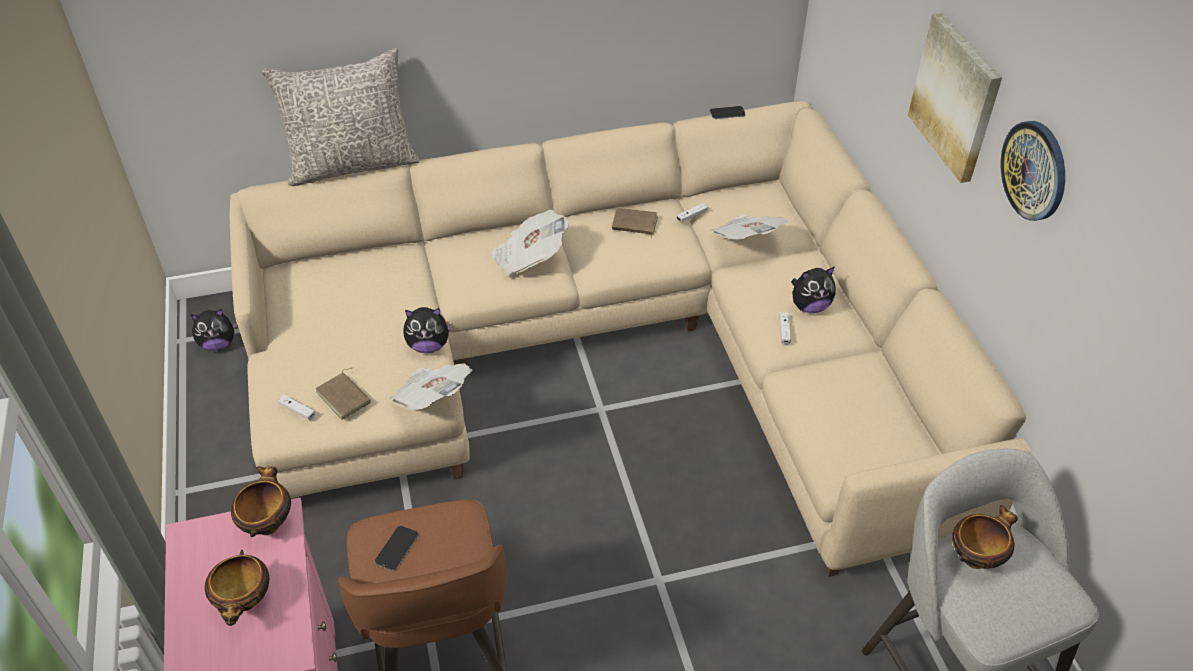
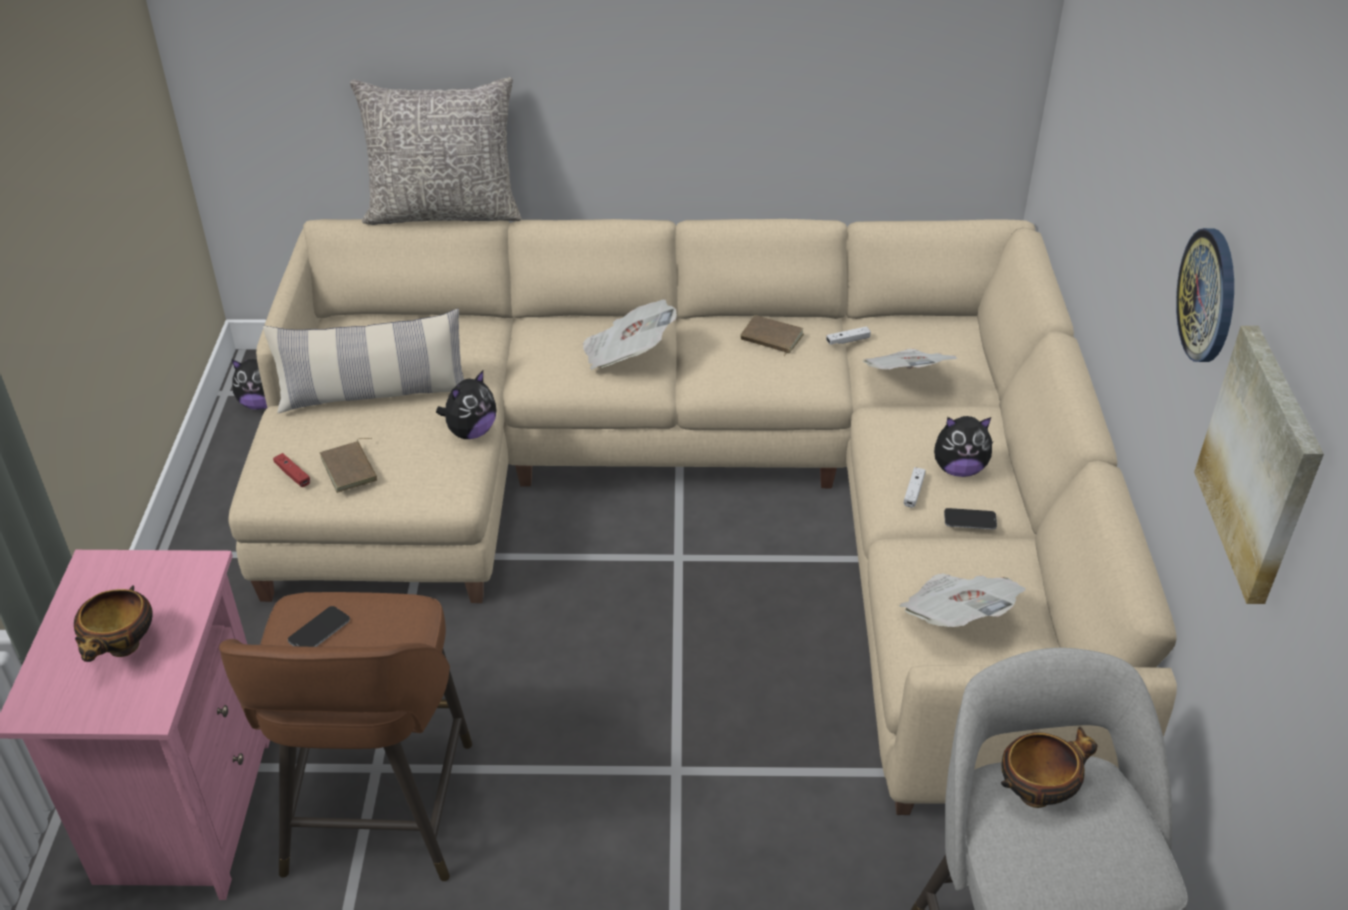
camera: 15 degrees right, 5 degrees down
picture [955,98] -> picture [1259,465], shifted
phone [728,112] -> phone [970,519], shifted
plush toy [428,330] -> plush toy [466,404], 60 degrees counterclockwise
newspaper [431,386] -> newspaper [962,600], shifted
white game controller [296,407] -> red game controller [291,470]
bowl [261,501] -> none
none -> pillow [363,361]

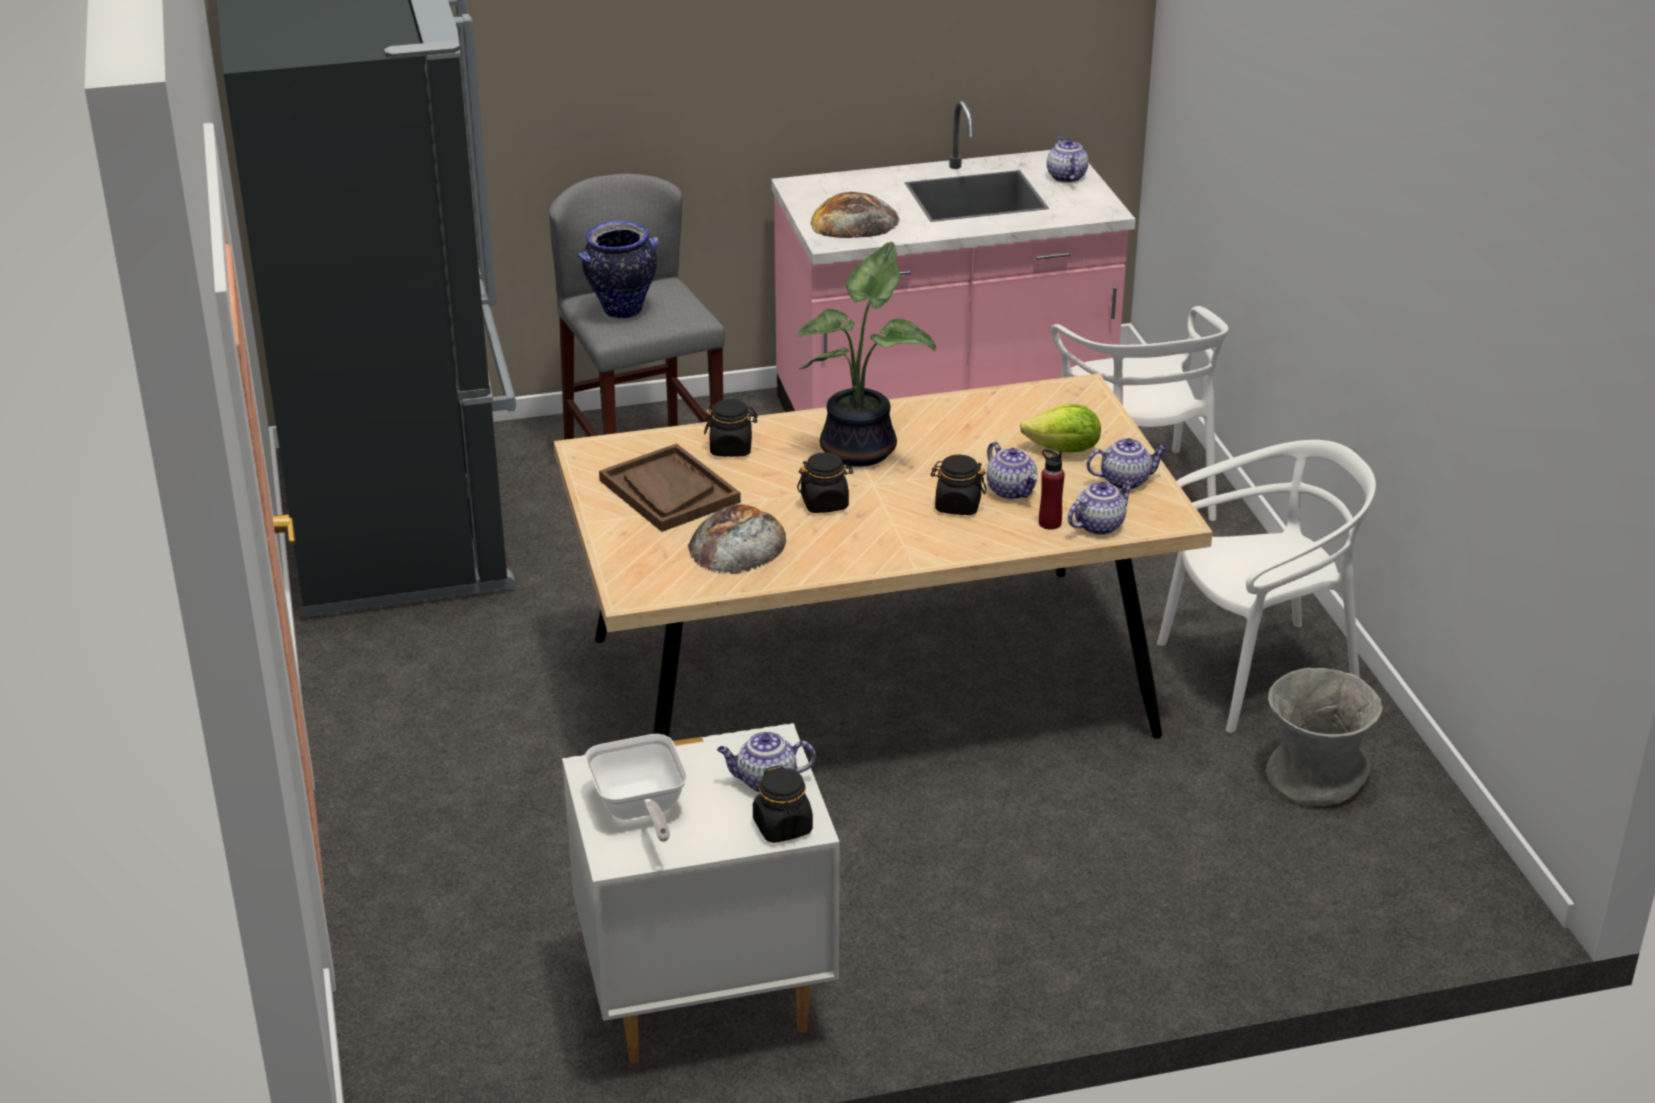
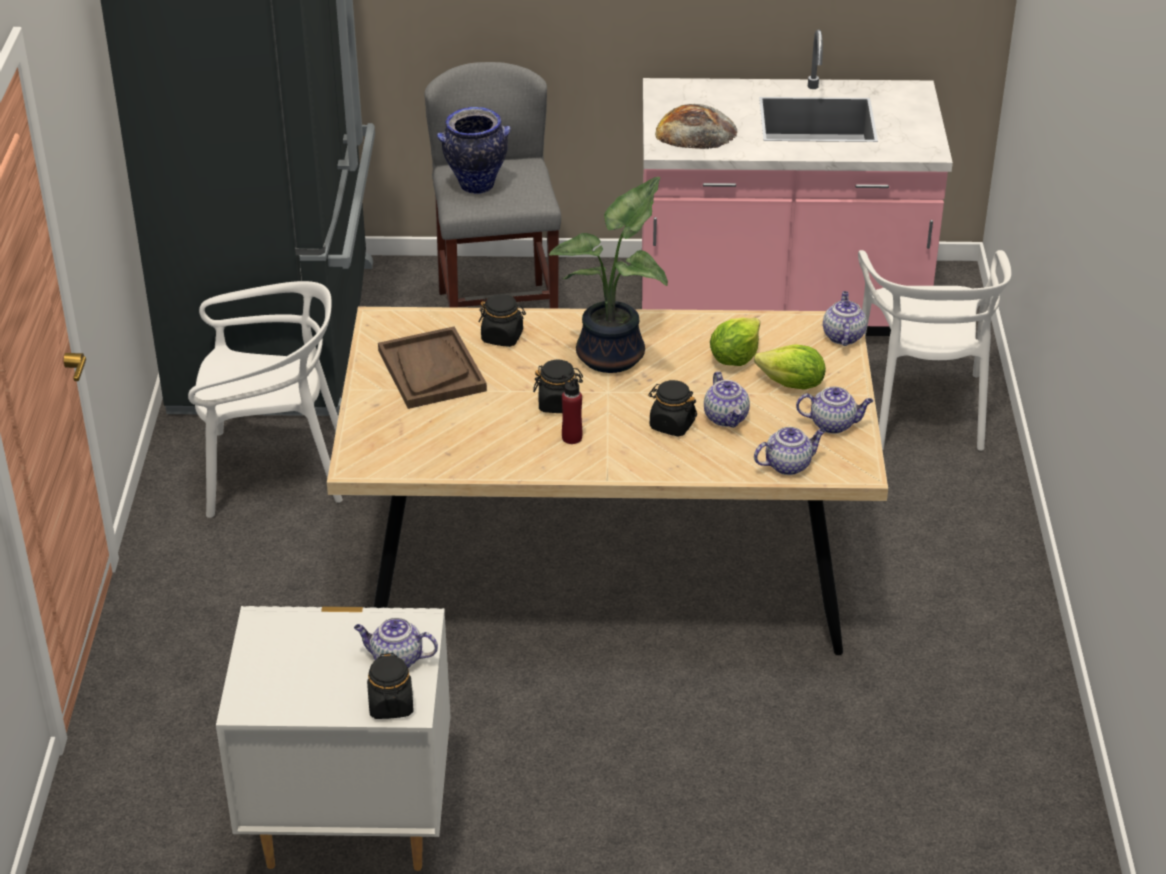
camera: 15 degrees right, 5 degrees up
teapot [1068,159] -> teapot [845,318], shifted
white chair [1266,586] -> white chair [265,399], shifted
red bottle [1052,489] -> red bottle [572,409], shifted
bread [737,539] -> none
grey vase [1324,737] -> none
frying pan [636,788] -> none
none -> lettuce [735,342]

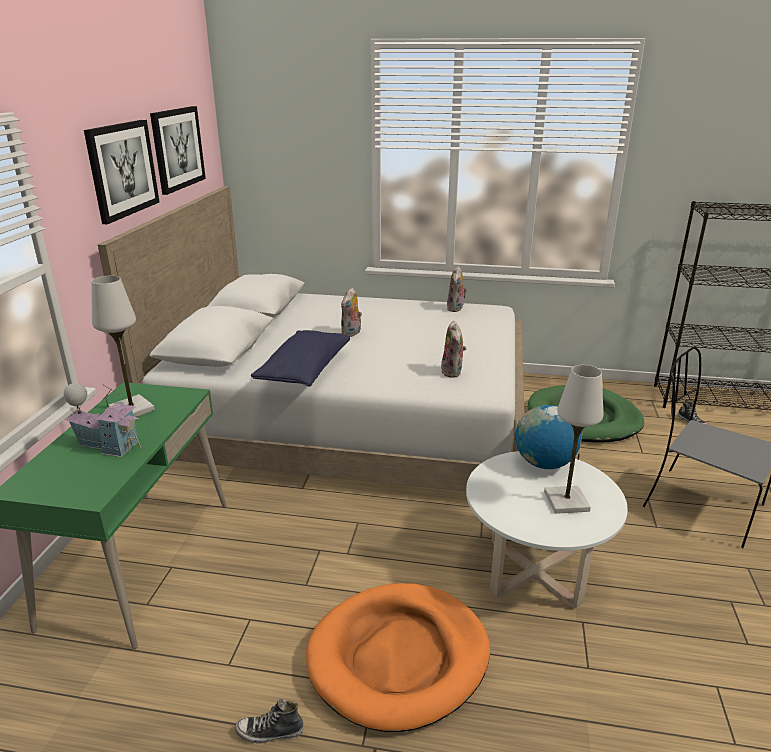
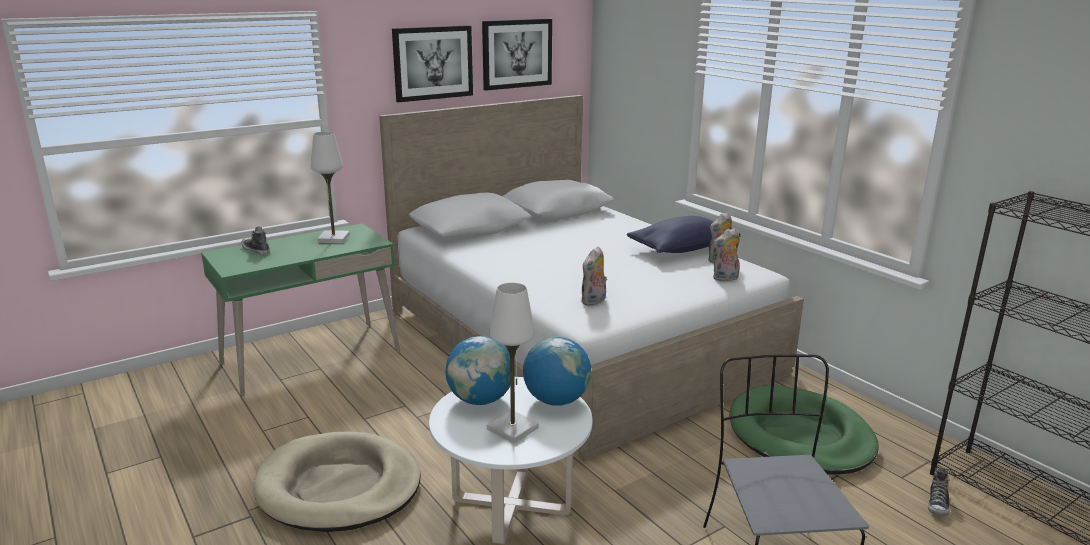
camera: 45 degrees right, 5 degrees down
plush toy [351,312] -> plush toy [726,255], shifted
blue pillow [300,358] -> blue pillow [683,234], shifted
toy house [102,420] -> none
orange dog bed [398,657] -> beige dog bed [337,481]
shoe [269,721] -> shoe [256,241], shifted
none -> globe [478,370]

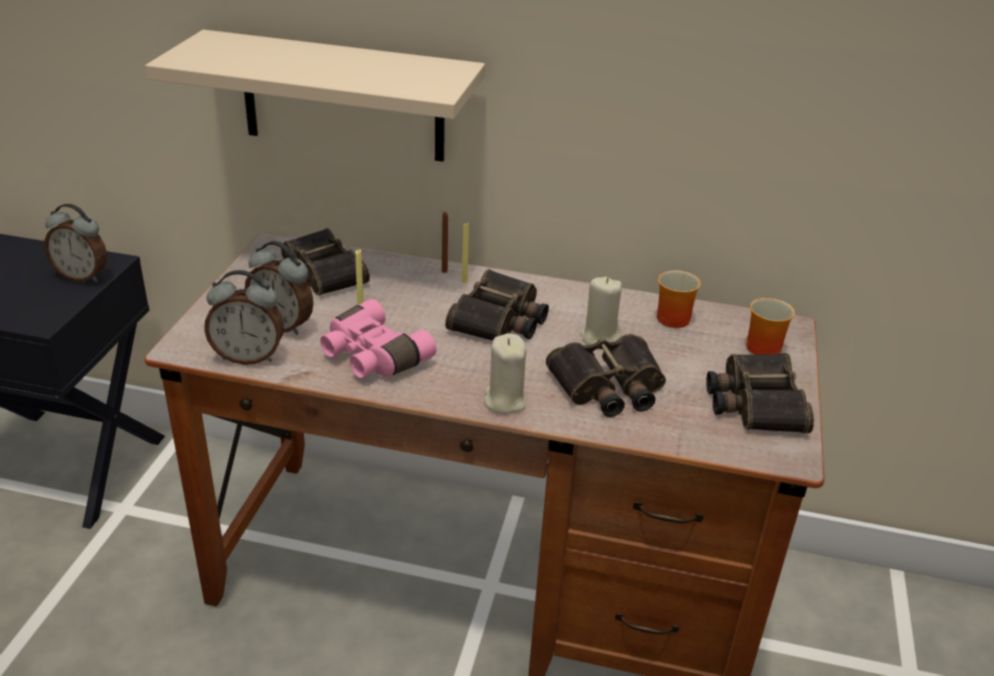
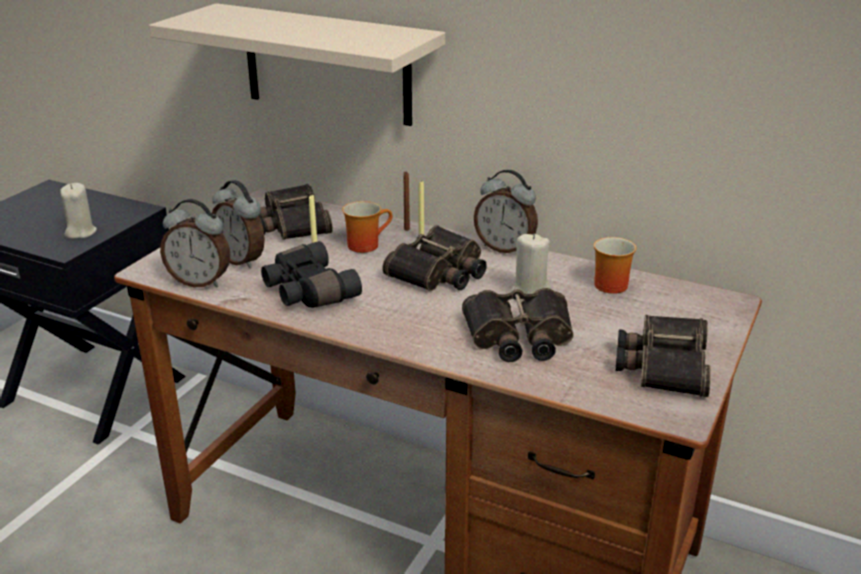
camera: 15 degrees right, 5 degrees down
alarm clock [75,243] -> alarm clock [506,211], shifted
mug [770,326] -> mug [367,227], shifted
pink binoculars [378,338] -> black binoculars [311,274]
beige candle [505,374] -> beige candle [78,211], shifted

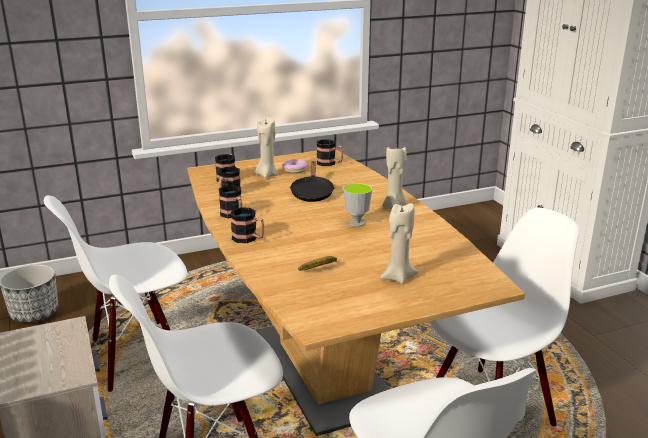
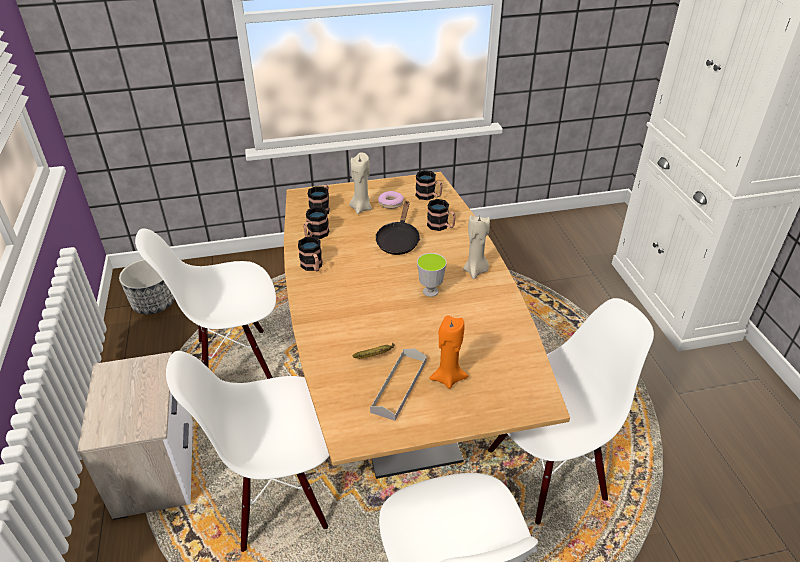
camera: 10 degrees right, 15 degrees up
beige candle [399,243] -> orange candle [448,352]
mug [247,225] -> mug [441,215], shifted
none -> grey tray [398,384]

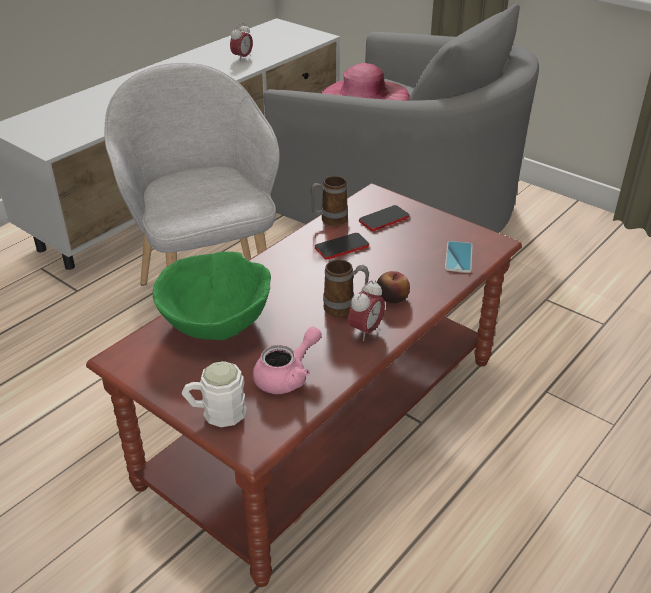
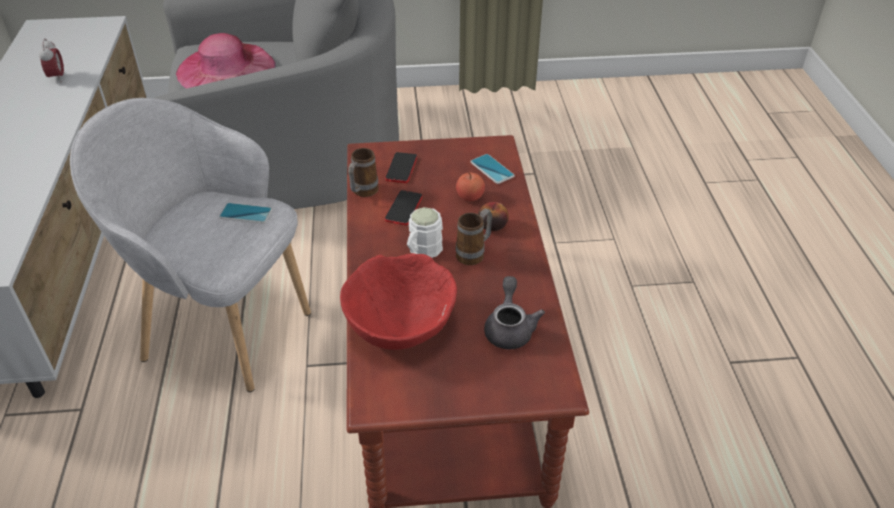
camera: 45 degrees left, 5 degrees up
green bowl [212,295] -> red bowl [398,301]
alarm clock [366,310] -> none
pink teapot [287,360] -> grey teapot [514,312]
white mug [214,394] -> white mug [425,232], shifted
none -> apple [470,187]
none -> phone [246,213]

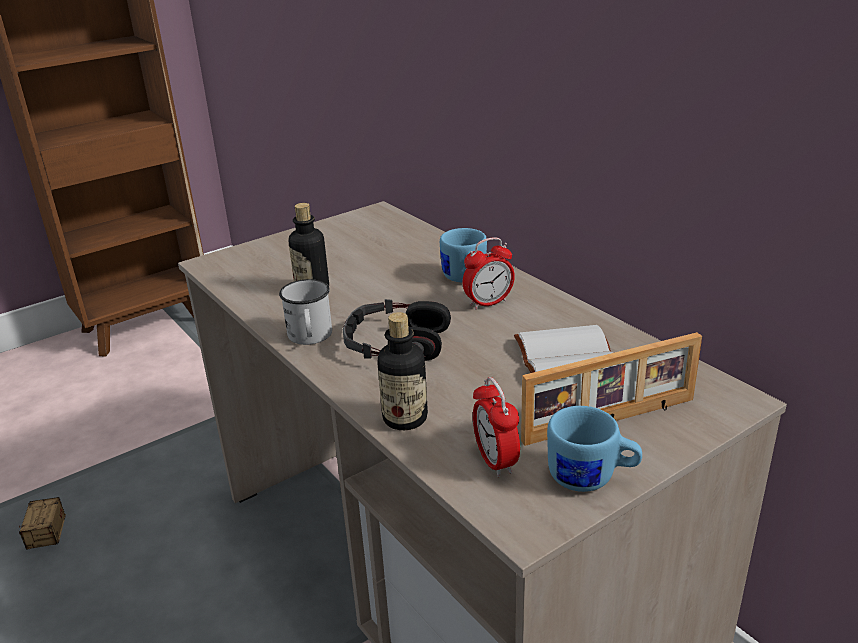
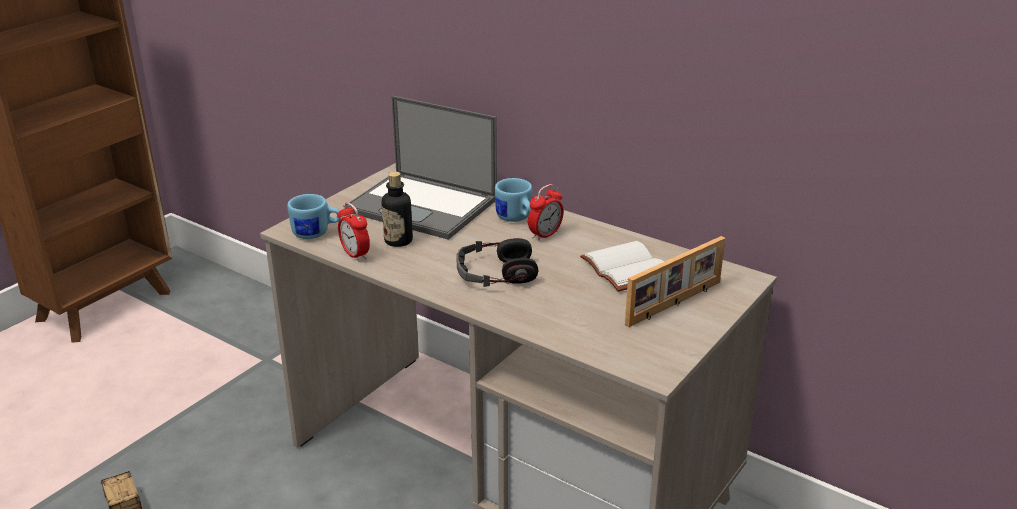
camera: 20 degrees left, 0 degrees up
white mug [305,312] -> none
bottle [403,371] -> none
alarm clock [496,427] -> alarm clock [353,232], shifted
blue mug [594,449] -> blue mug [314,216], shifted
none -> laptop [422,168]

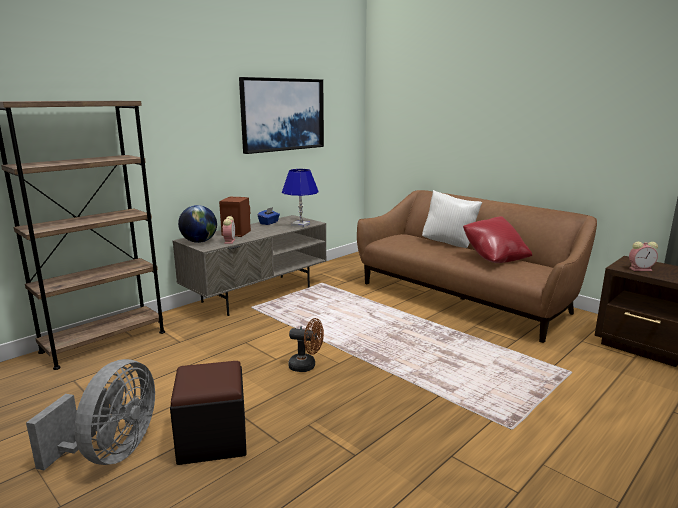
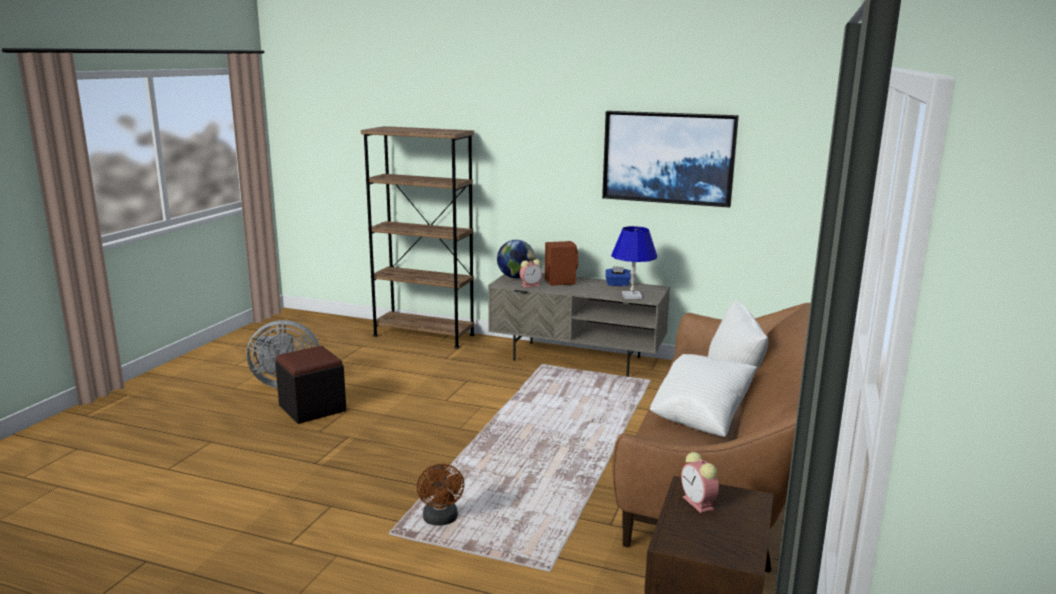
camera: 65 degrees right, 0 degrees up
red pillow [497,239] -> white pillow [703,395]
brown fan [306,345] -> brown fan [440,495], shifted

